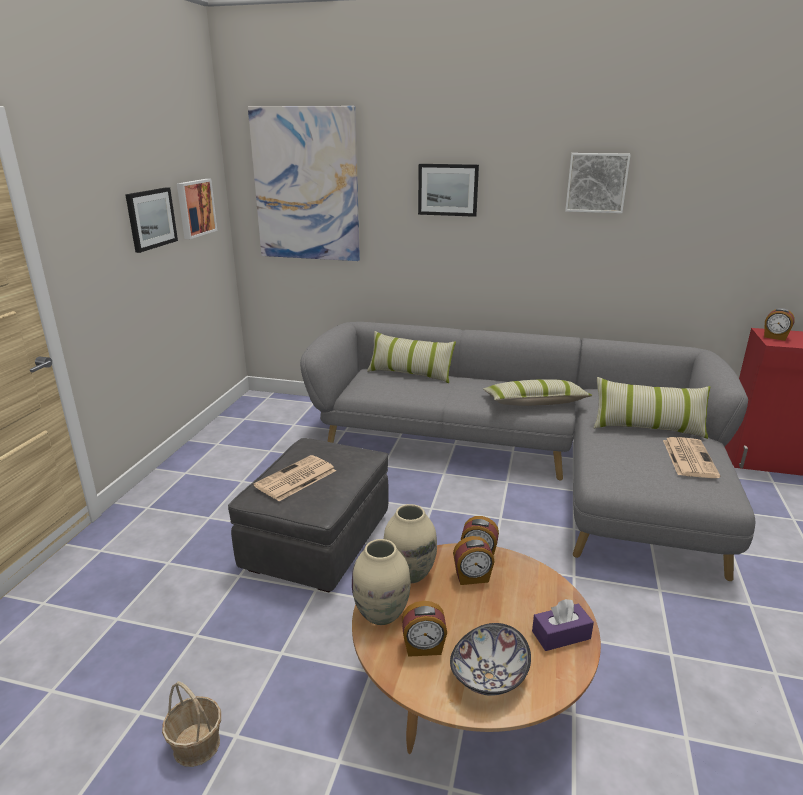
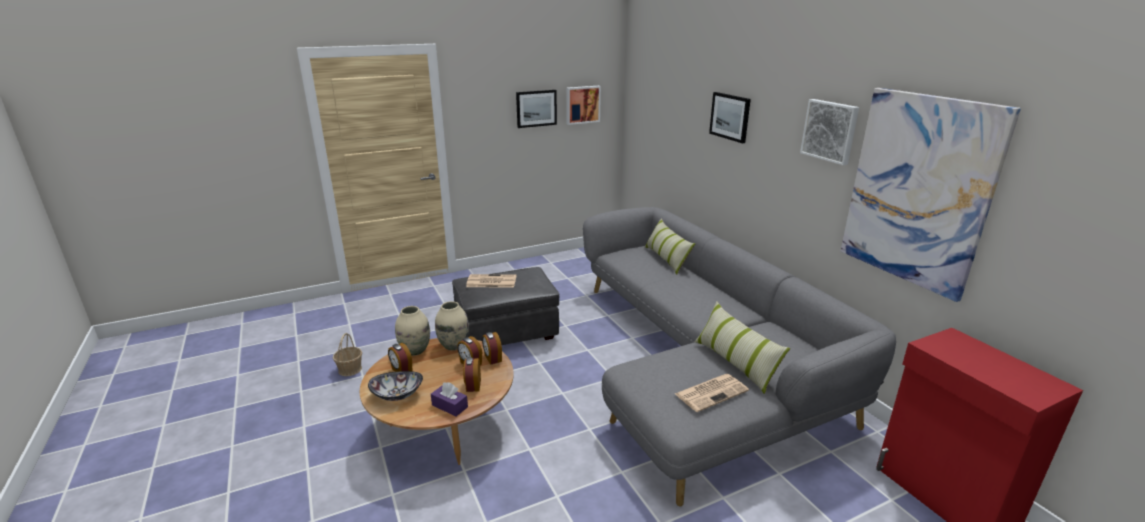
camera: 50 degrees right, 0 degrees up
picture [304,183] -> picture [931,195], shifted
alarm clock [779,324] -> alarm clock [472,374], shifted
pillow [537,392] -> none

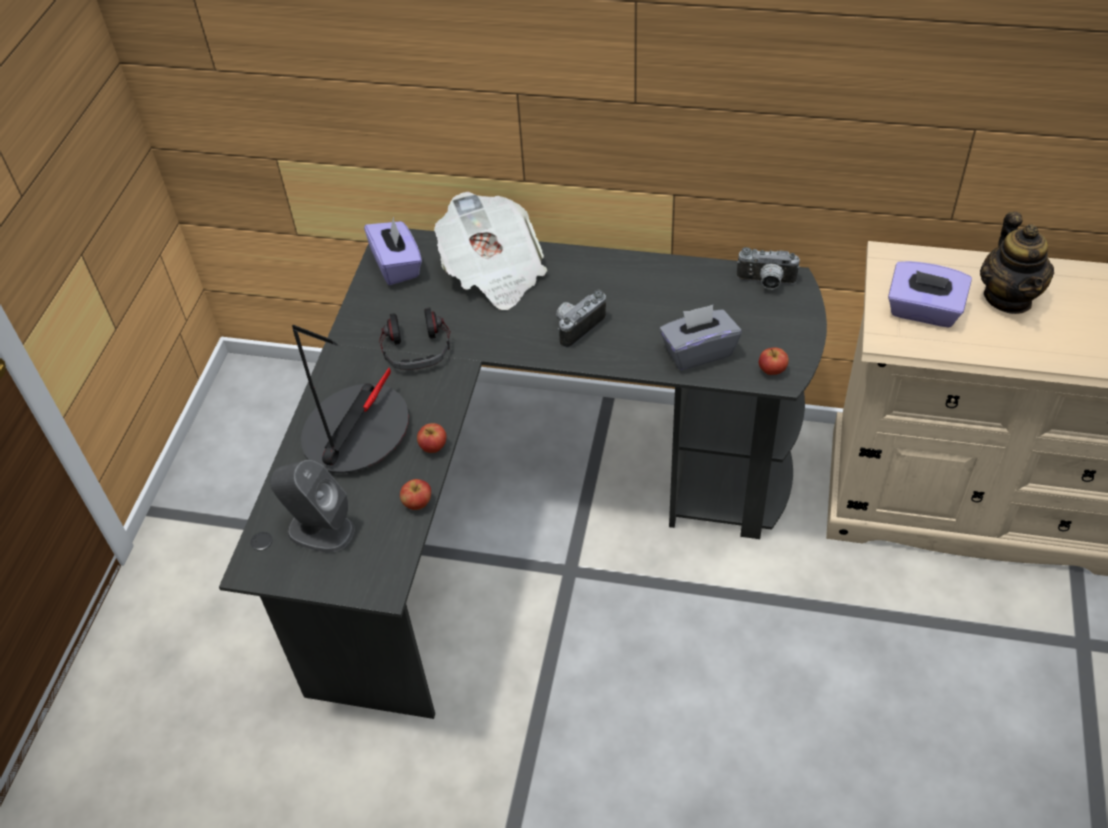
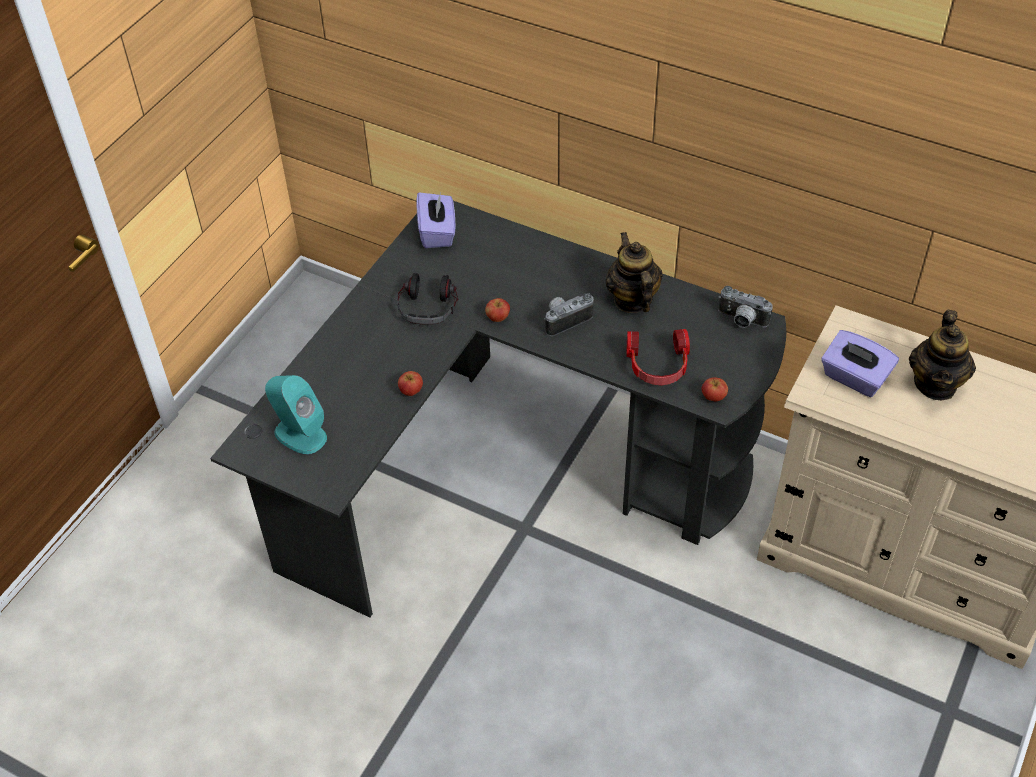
camera: 15 degrees right, 0 degrees up
newspaper [490,251] -> none
grey tissue box [700,337] -> headphones [658,357]
table lamp [350,399] -> none
grey speaker [312,506] -> turquoise speaker [296,414]
apple [415,494] -> apple [497,310], shifted
none -> teapot [634,272]

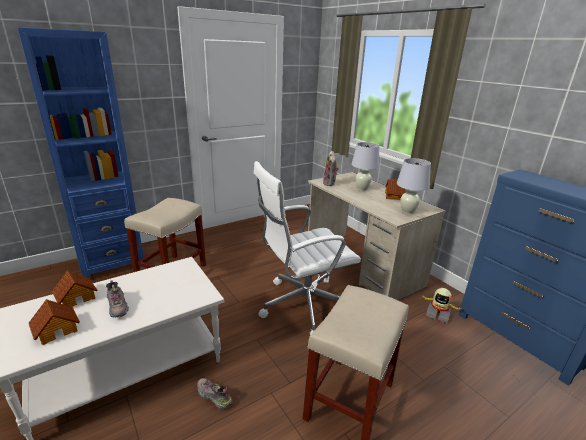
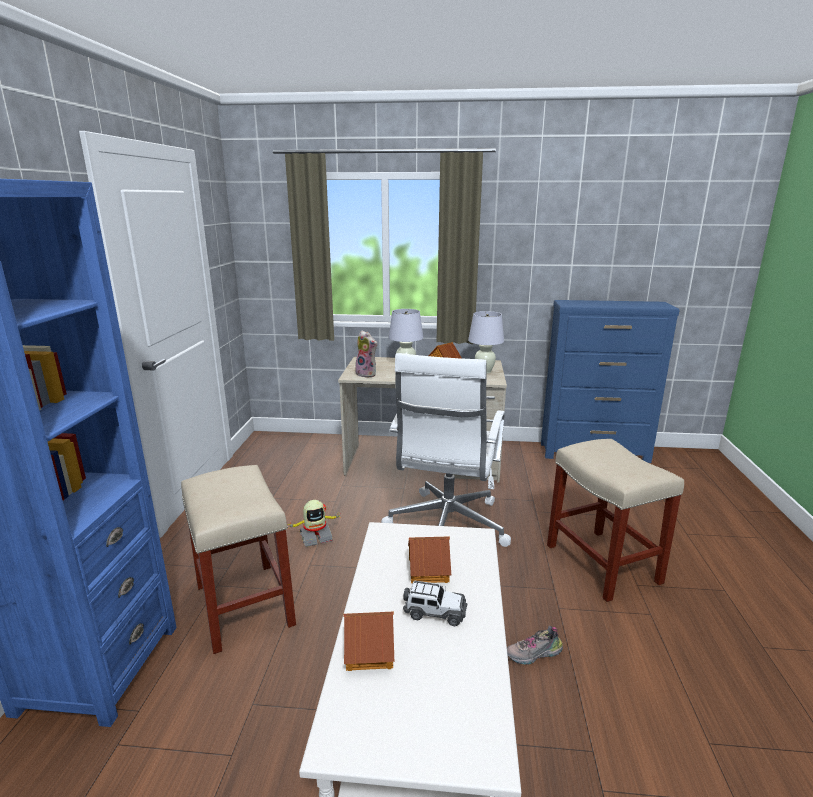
camera: 50 degrees left, 5 degrees down
shoe [117,299] -> toy car [435,603]
toy robot [441,305] -> toy robot [314,523], shifted
toy house [54,322] -> toy house [429,559], shifted

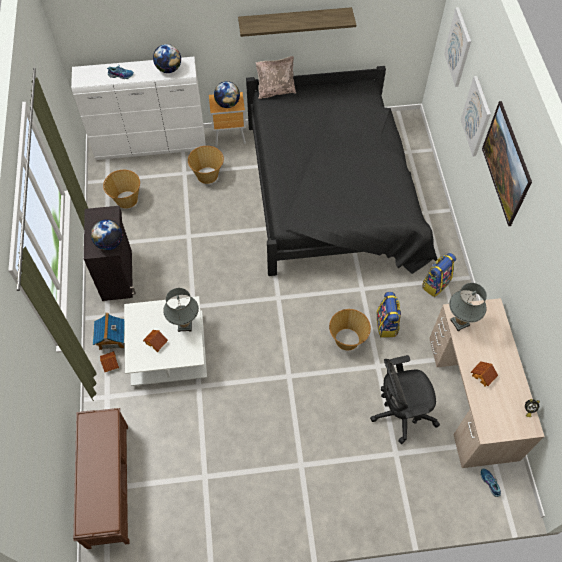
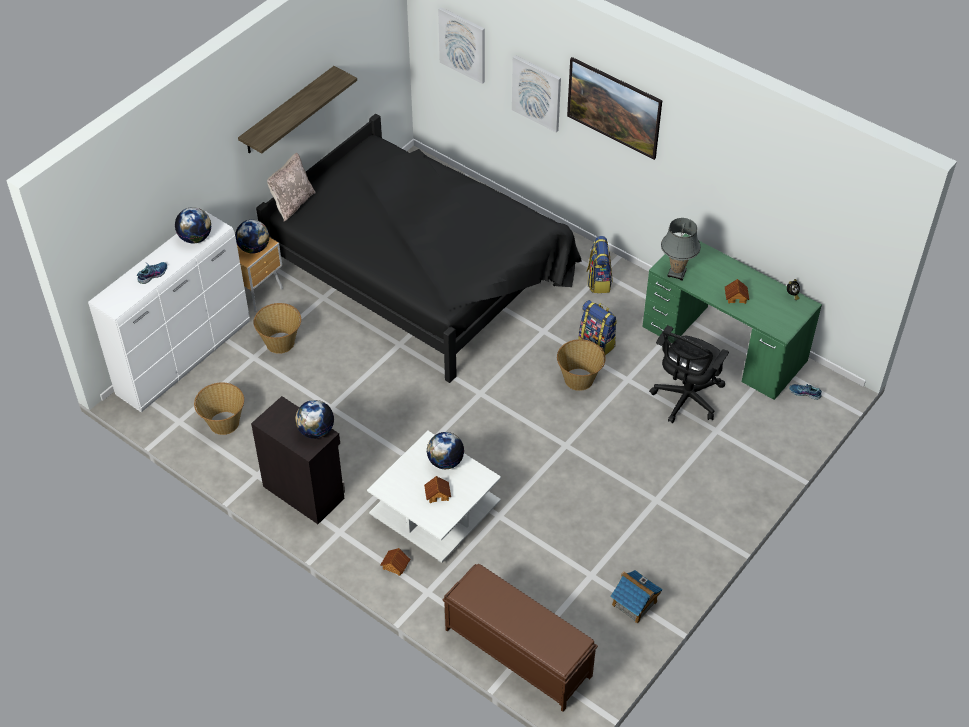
camera: 45 degrees left, 10 degrees down
grey table lamp [181,310] -> globe [445,450]
beige desk [487,383] -> green desk [732,317]
toy house [109,331] -> toy house [636,597], shifted

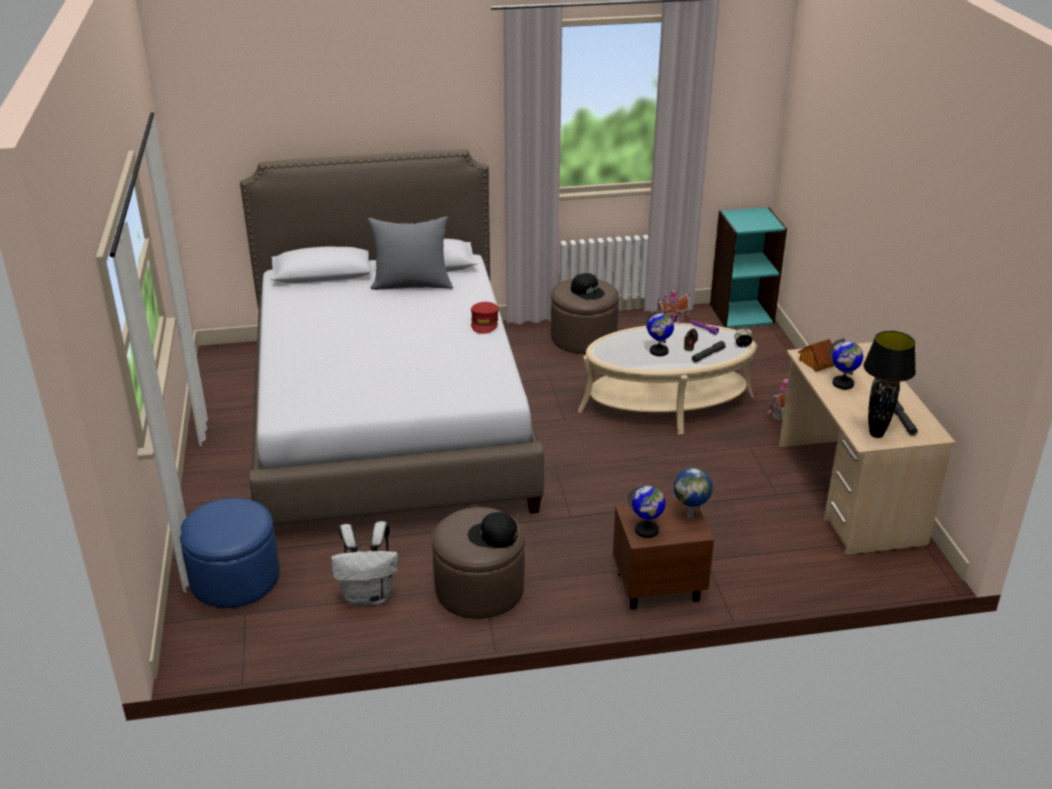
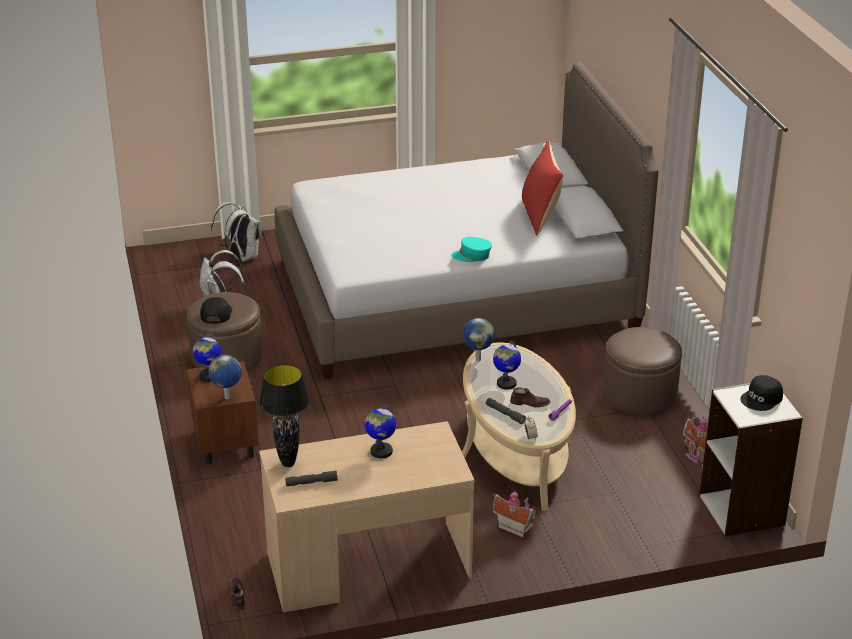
camera: 85 degrees right, 0 degrees up
turquoise bookcase [748,267] -> white bookcase [751,459]
grey pillow [410,253] -> red pillow [543,188]
black cap [588,286] -> black cap [762,393], shifted
red cap [485,318] -> turquoise cap [471,249]
toy house [816,355] -> none
blue ottoman [230,553] -> white backpack [236,232]
none -> globe [479,339]
none -> brown shoe [236,594]

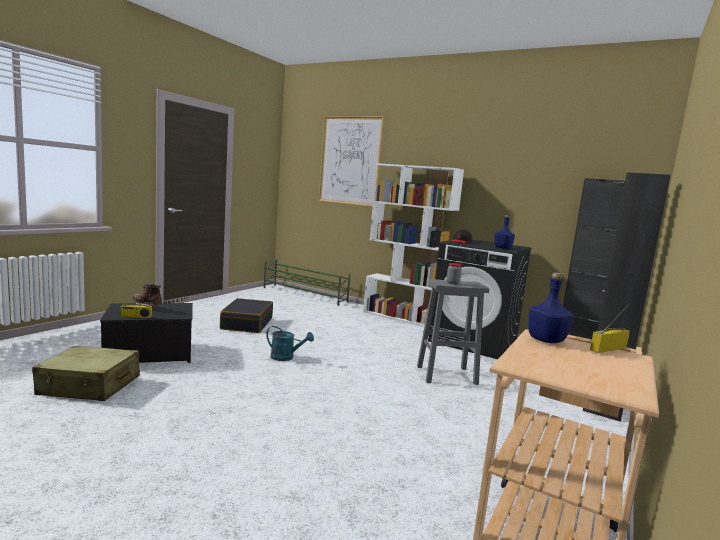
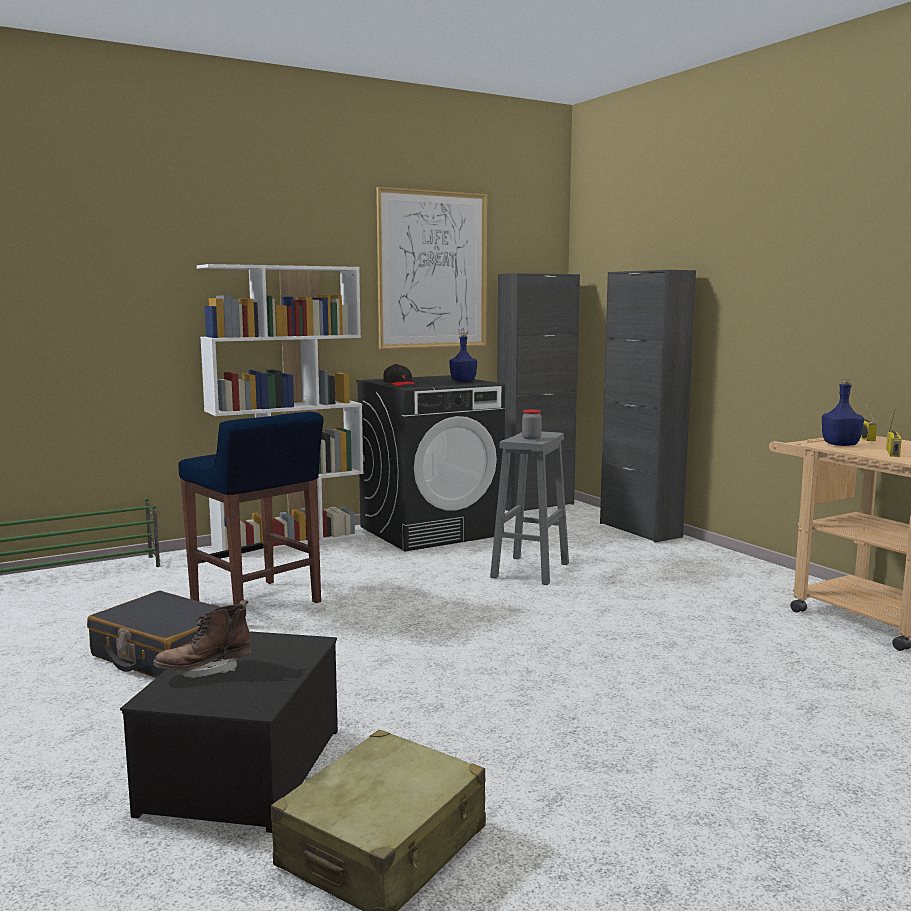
camera: 60 degrees left, 0 degrees up
picture [352,161] -> picture [431,268], shifted
radio [136,304] -> radio [894,433], shifted
turquoise watering can [290,343] -> none
none -> blue stool [251,508]

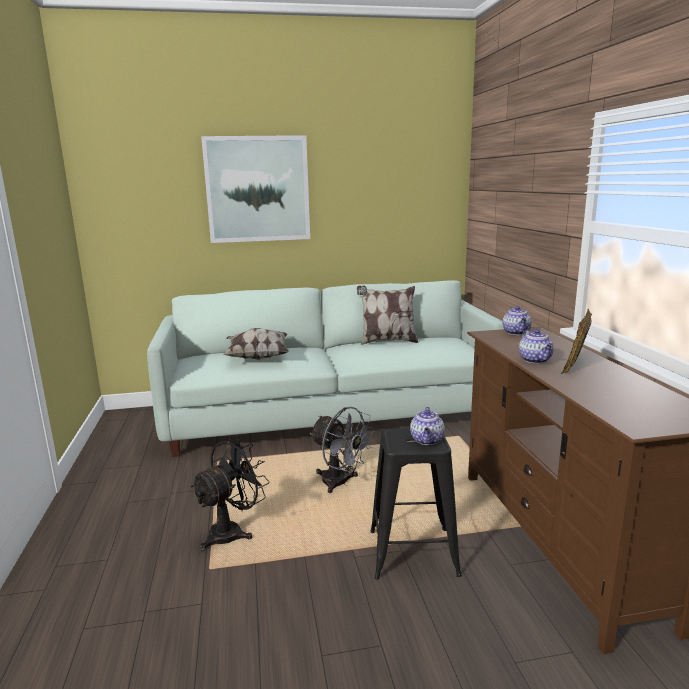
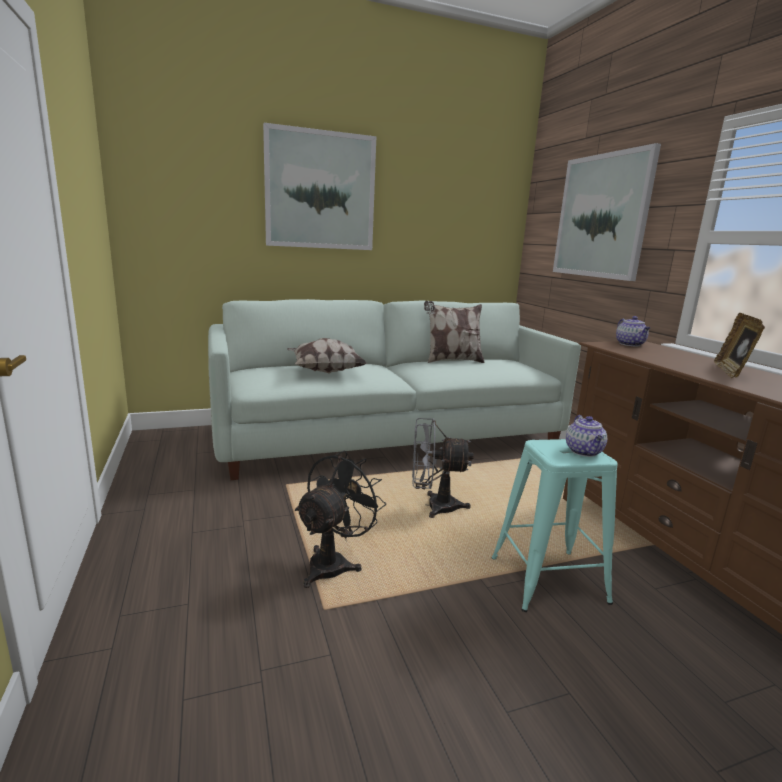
camera: 10 degrees left, 0 degrees up
teapot [536,346] -> none
grey fan [342,450] -> grey fan [443,468], 150 degrees clockwise
black stool [416,503] -> turquoise stool [554,525]
none -> picture [607,212]

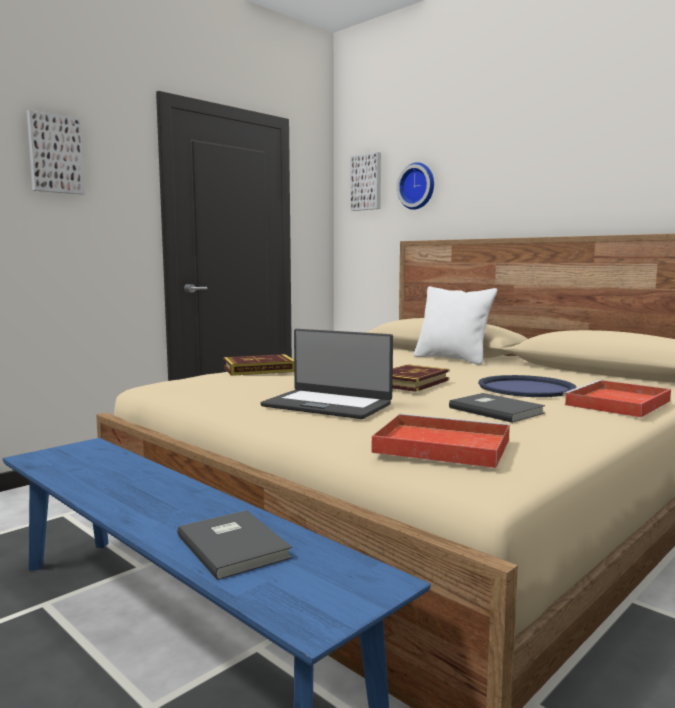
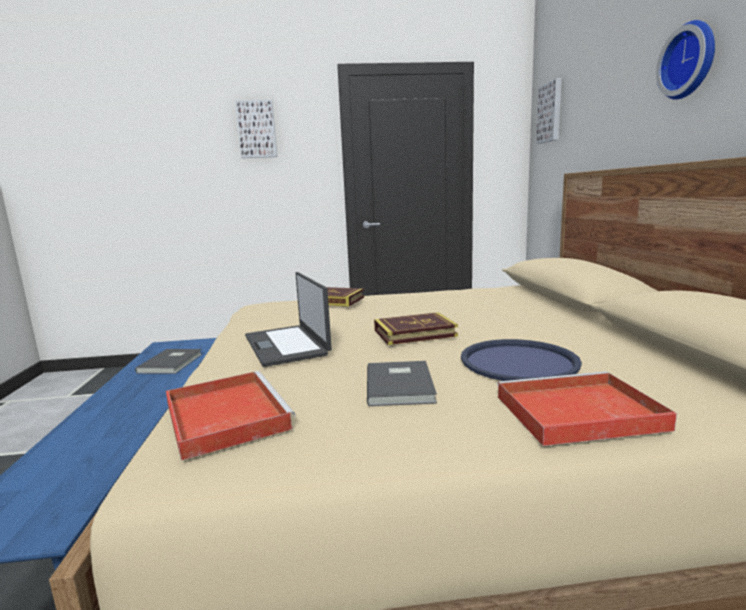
camera: 40 degrees right, 5 degrees up
wall clock [415,186] -> wall clock [685,60], shifted
white pillow [455,325] -> none
grey book [234,545] -> grey book [168,361], shifted

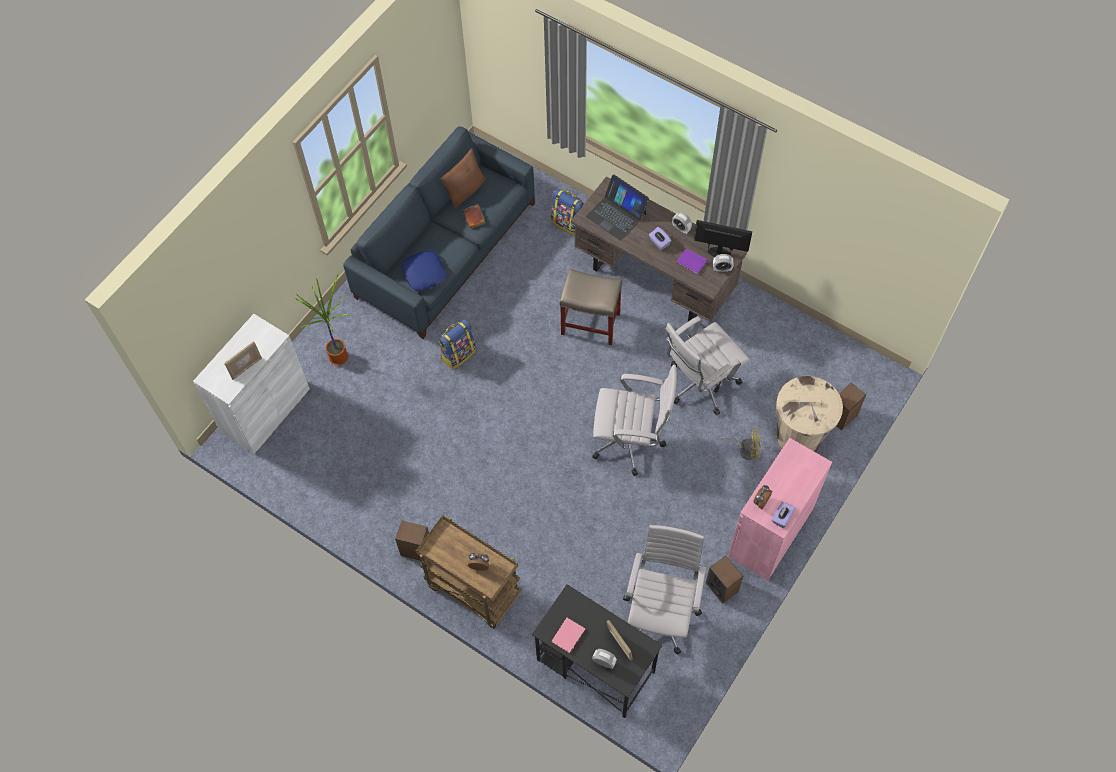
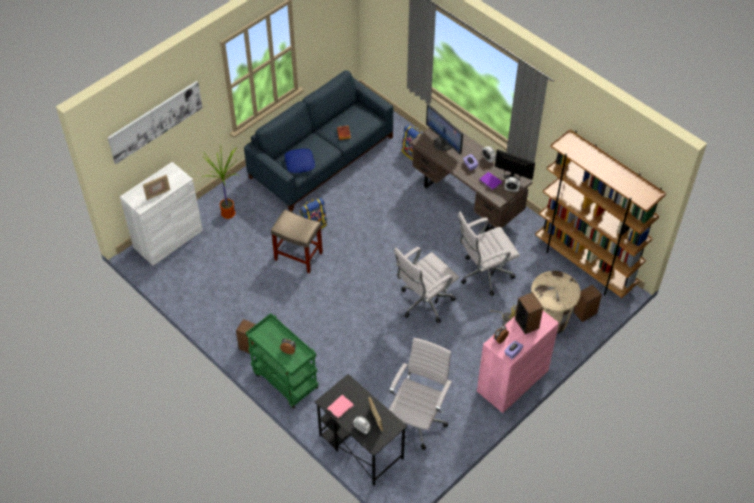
camera: 10 degrees right, 10 degrees down
brown pillow [463,178] -> none
laptop [617,207] -> monitor [444,129]
beige stool [590,307] -> beige stool [297,241], shifted
white office chair [634,420] -> white office chair [426,285], 120 degrees clockwise
brown cart [468,572] -> green cart [282,361]
speaker [724,580] -> speaker [529,313], shifted
none -> picture [155,122]
none -> brown bookcase [600,213]

